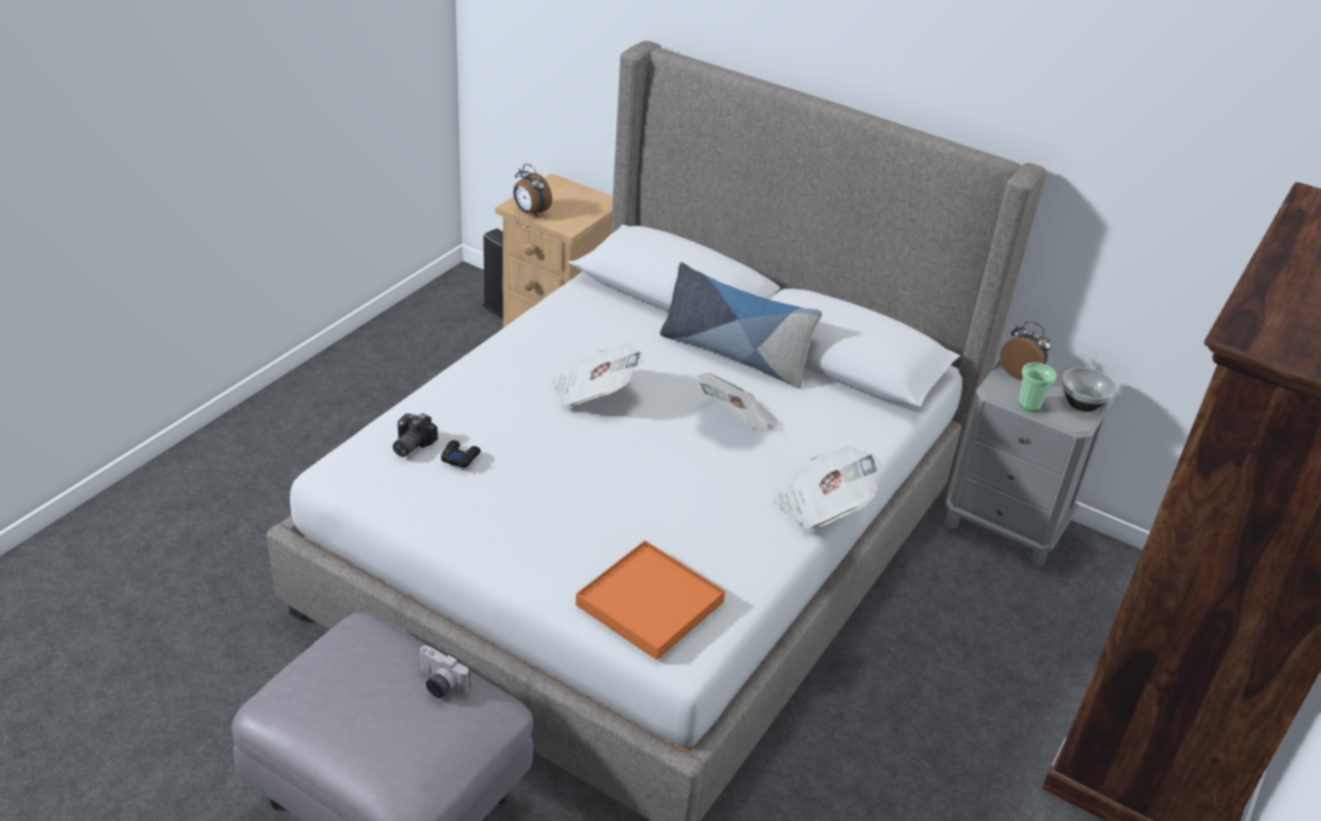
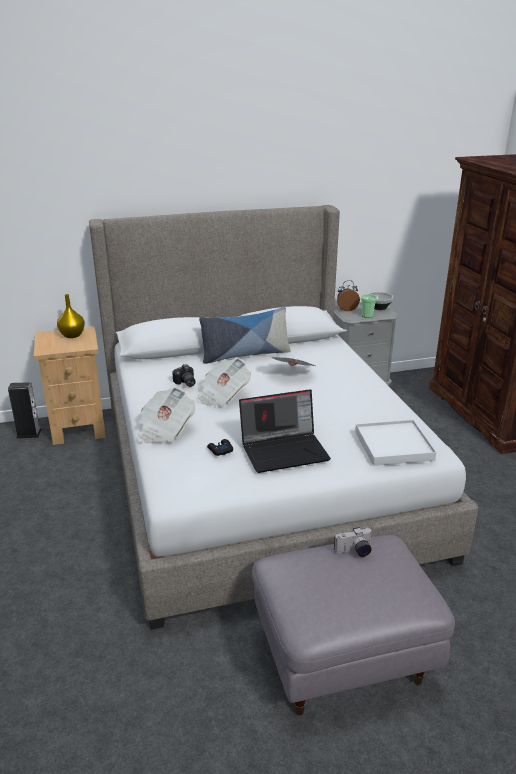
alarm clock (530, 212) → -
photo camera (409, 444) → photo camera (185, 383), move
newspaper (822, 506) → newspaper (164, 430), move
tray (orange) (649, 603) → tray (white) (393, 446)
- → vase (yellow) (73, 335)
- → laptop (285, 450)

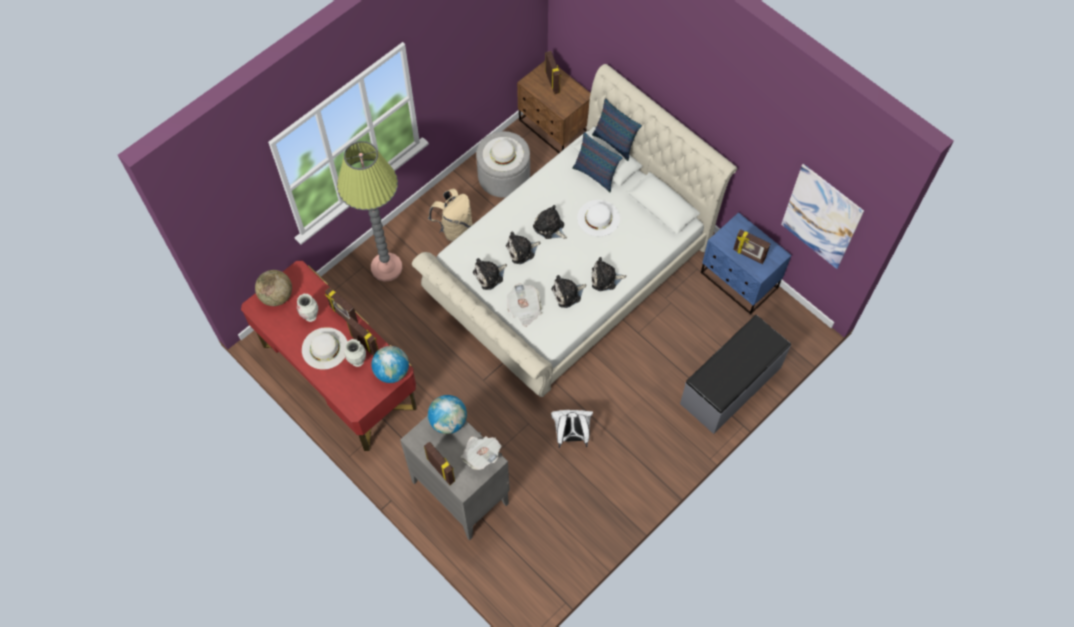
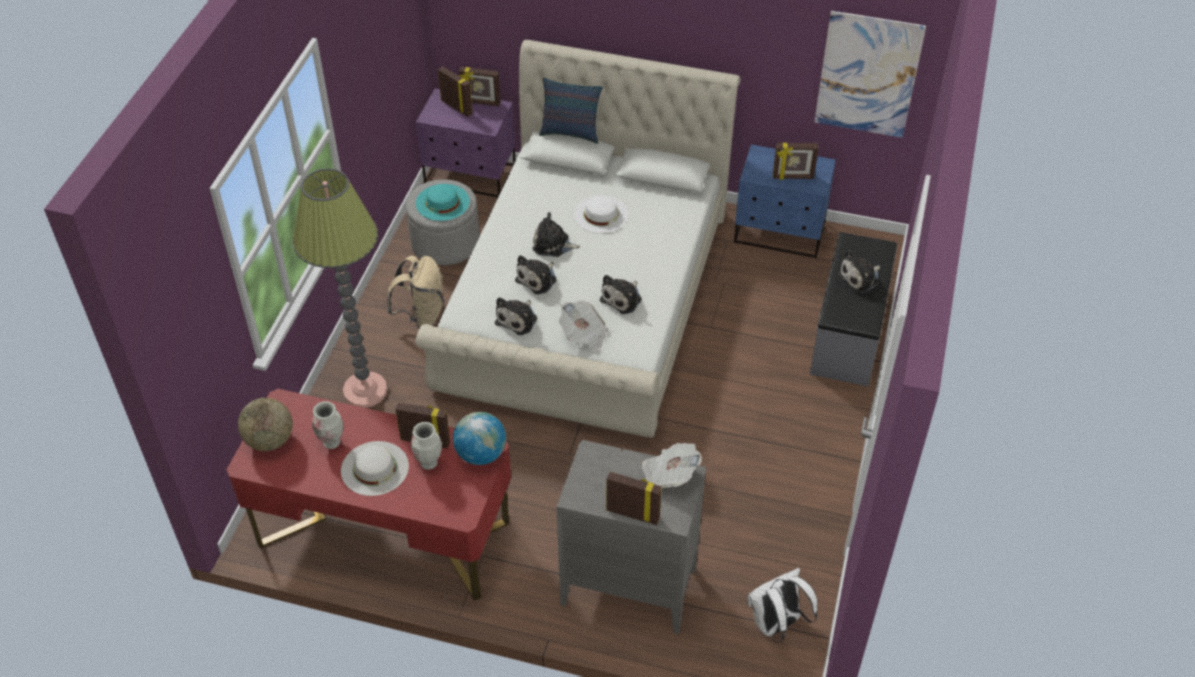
nightstand (brown) (554, 128) → nightstand (purple) (470, 175)
pillow (blue) (595, 175) → -
hat (white) (503, 154) → hat (turquoise) (442, 202)
plush toy (605, 278) → plush toy (860, 278), move
picture frame (343, 315) → picture frame (481, 102), move
globe (448, 421) → -
backpack (white) (571, 436) → backpack (white) (776, 625), move

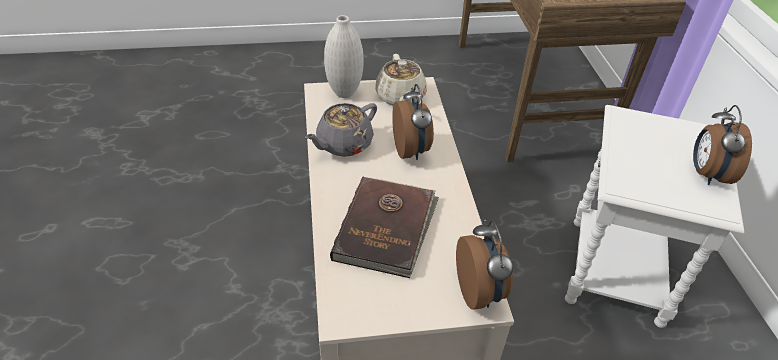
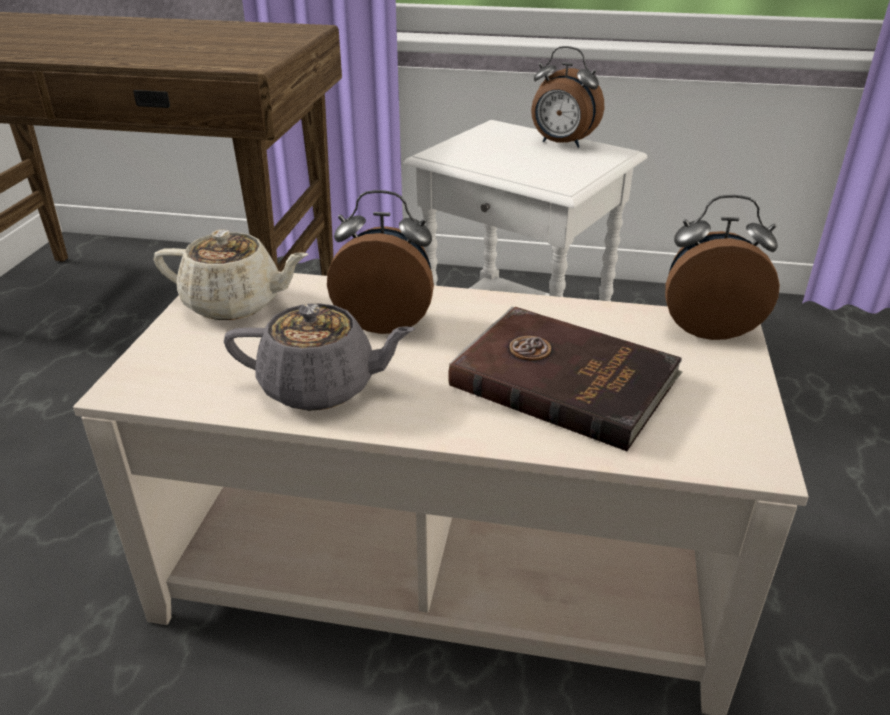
vase (white) (344, 93) → -
teapot (grey) (343, 144) → teapot (grey) (321, 387), 60 degrees counterclockwise

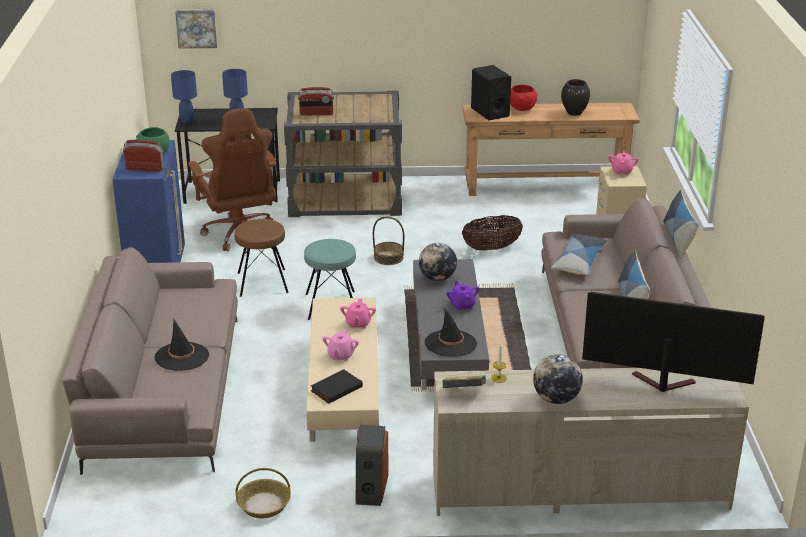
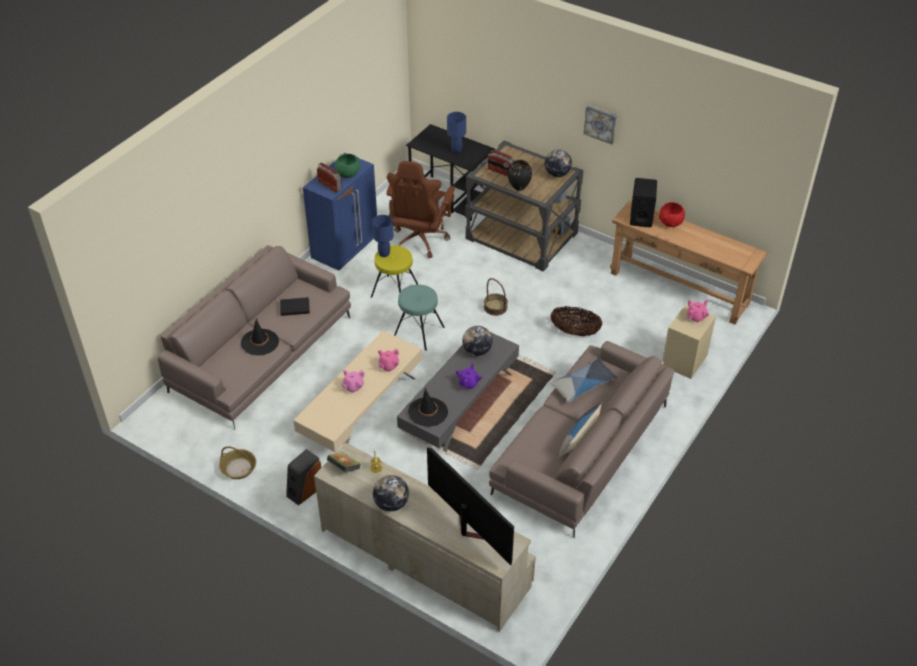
picture (196, 28) → picture (601, 123), move
table lamp (blue) (187, 121) → table lamp (blue) (384, 254), move
vase (black) (574, 113) → vase (black) (519, 187), move
pillow (678, 239) → -
stool (brown) (262, 282) → stool (yellow) (395, 291)
book (black) (336, 388) → book (black) (295, 307), move
- → globe (557, 174)

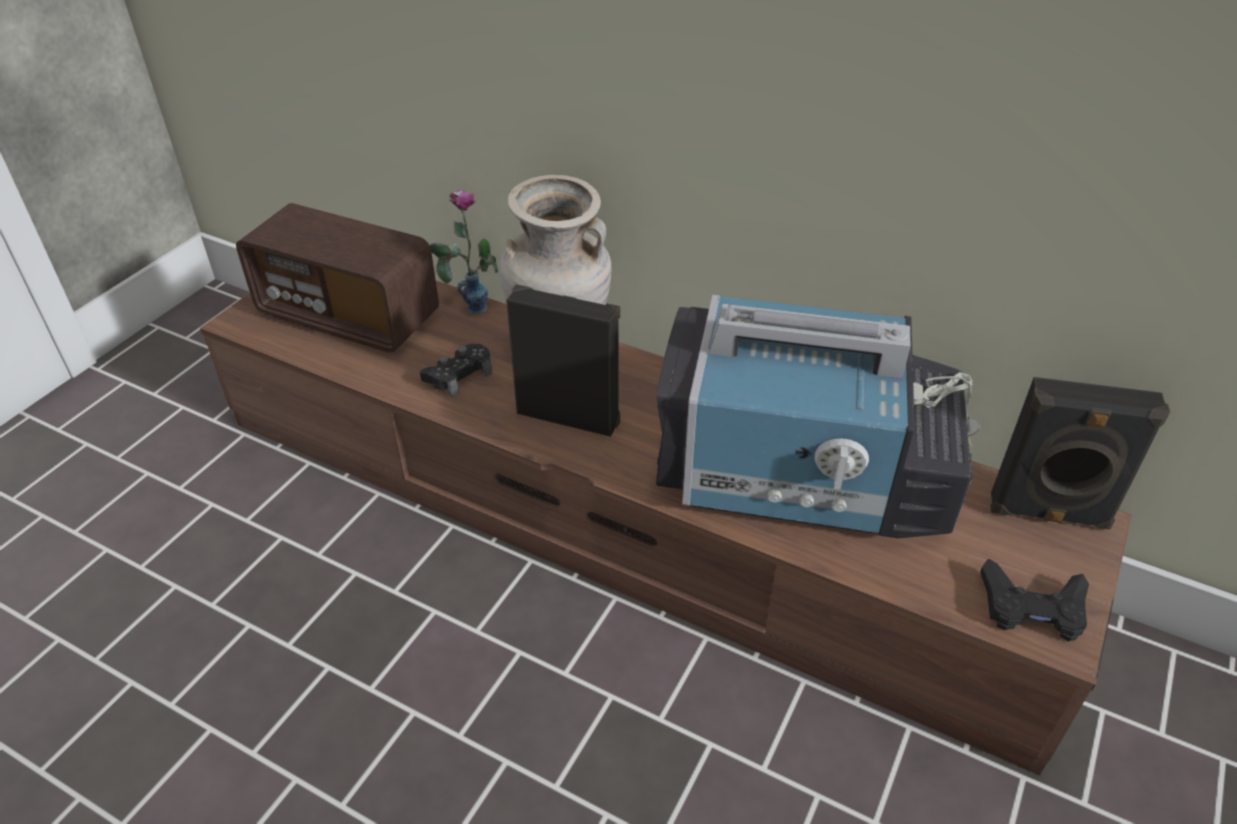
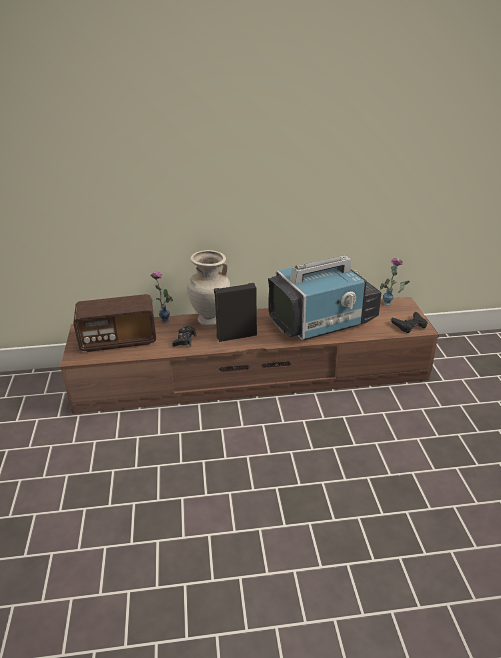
speaker (black) (1049, 514) → vase (392, 304)

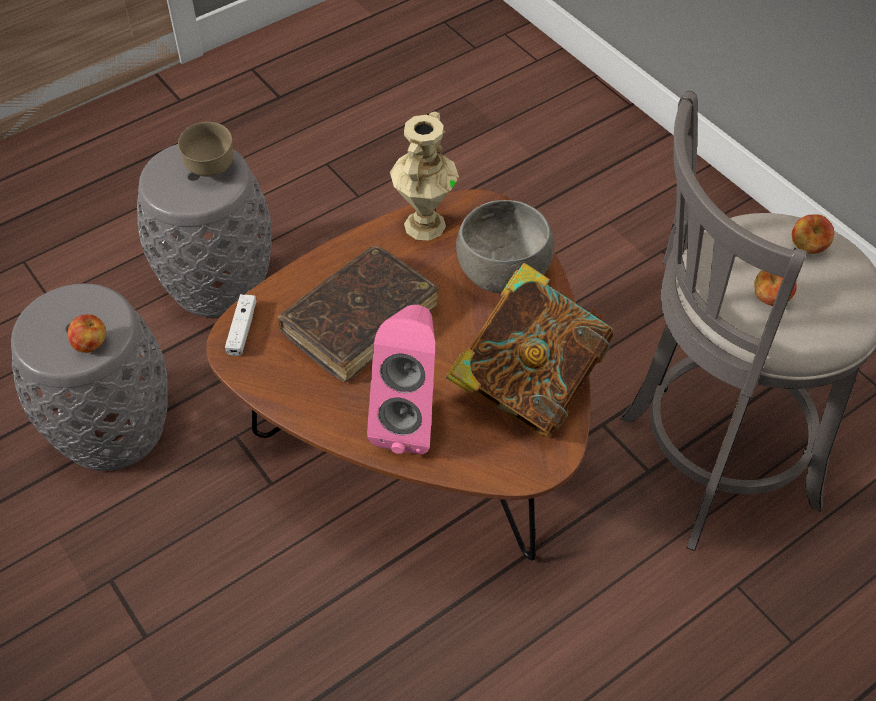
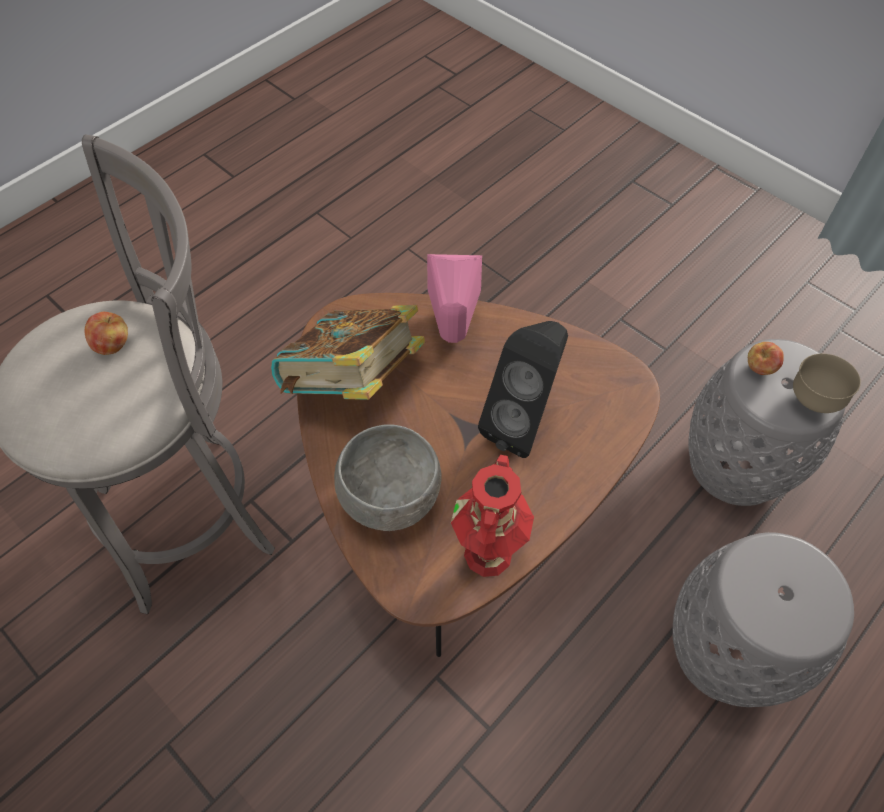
vase (beige) (424, 224) → vase (red) (489, 554)
bowl (brown) (211, 170) → bowl (brown) (813, 400), move
apple (807, 248) → -
book (brown) (360, 321) → speaker (black) (523, 422)
game controller (white) (242, 329) → -

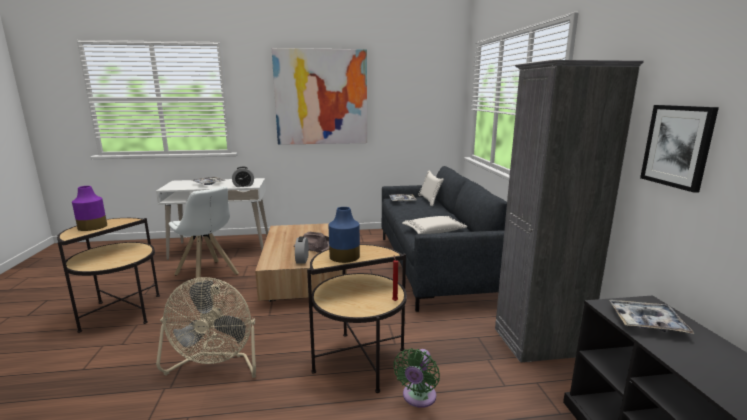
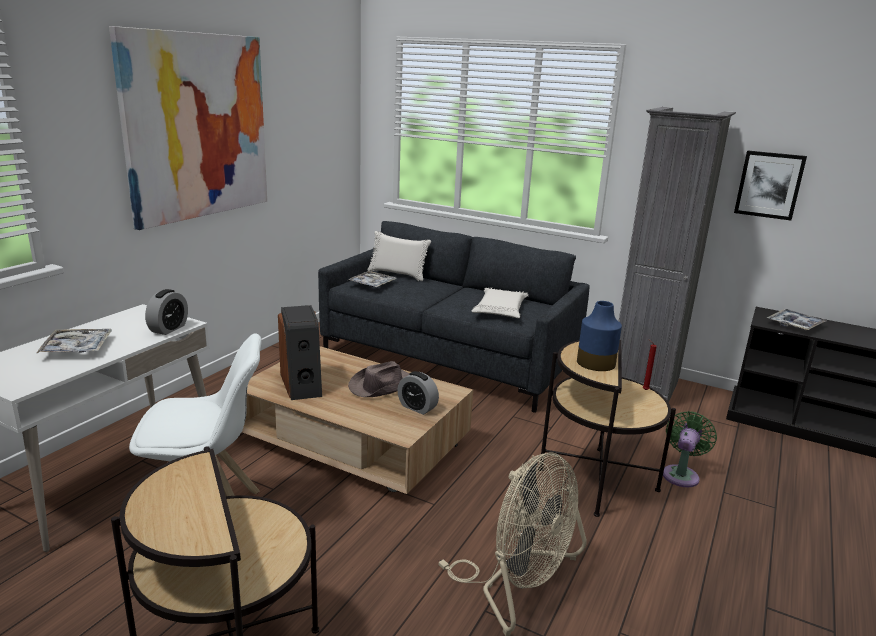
vase (purple) (93, 226) → -
fan (green) (418, 398) → fan (green) (681, 474), 120 degrees counterclockwise
- → speaker (302, 384)

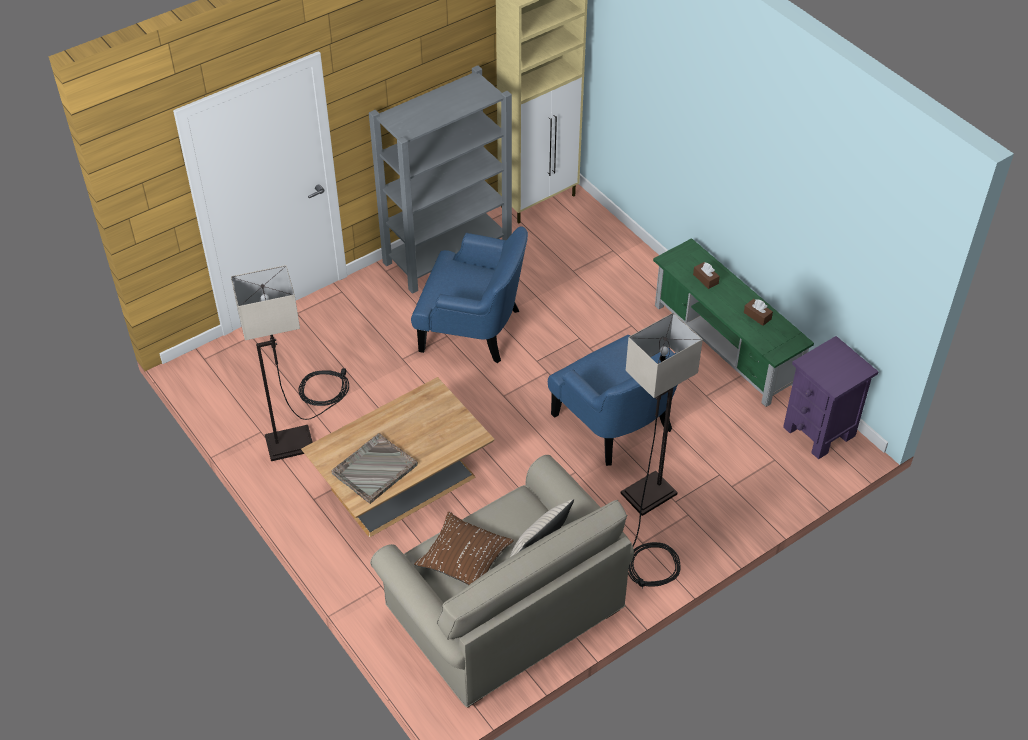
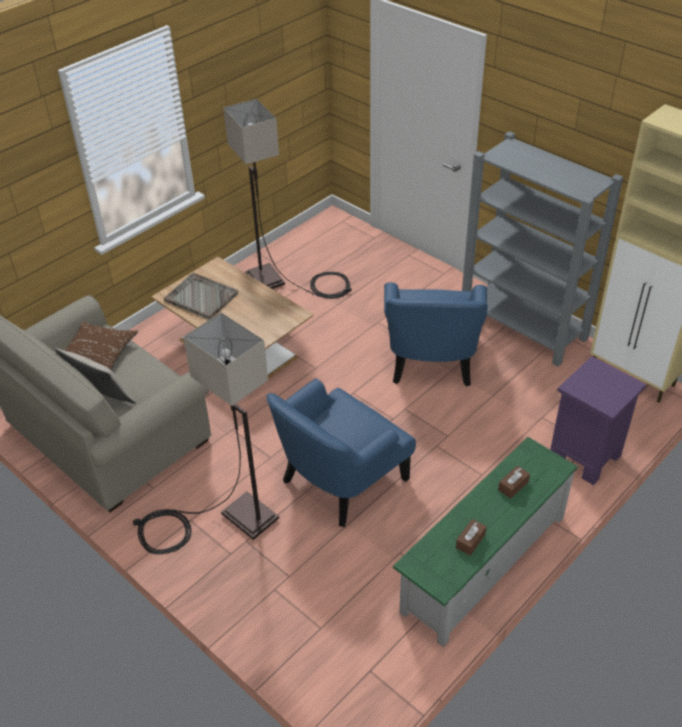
nightstand (purple) (818, 432) → nightstand (purple) (583, 456), move

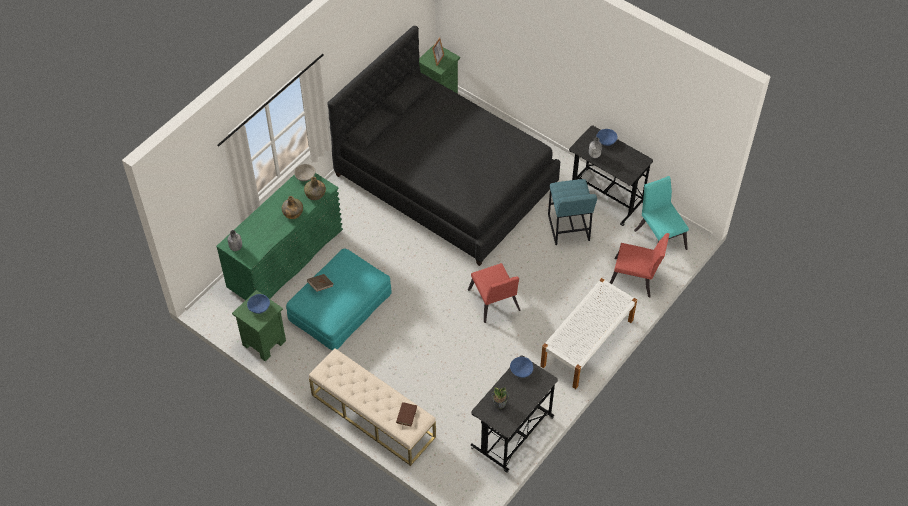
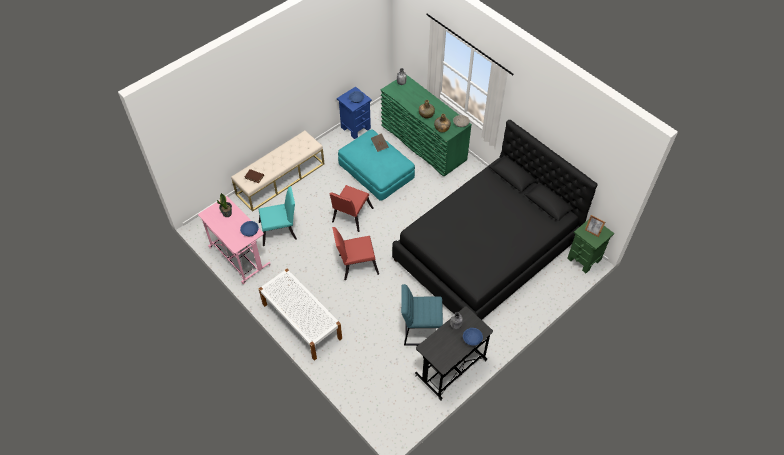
chair (turquoise) (659, 237) → chair (turquoise) (280, 230), move
chair (red) (636, 279) → chair (red) (350, 216), move
nightstand (green) (264, 342) → nightstand (blue) (356, 128)
desk (black) (512, 433) → desk (pink) (239, 256)

